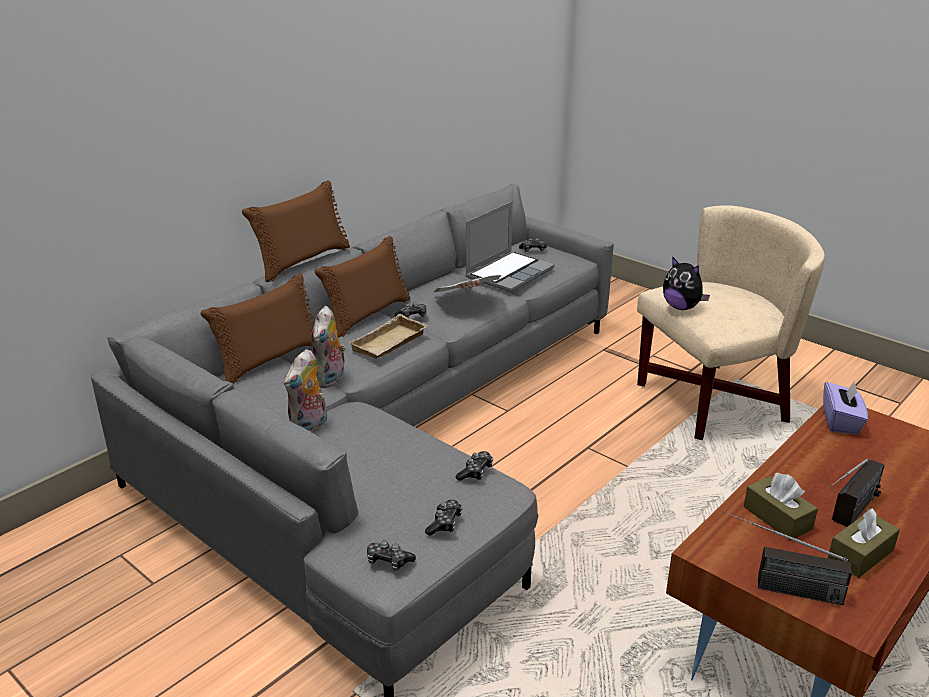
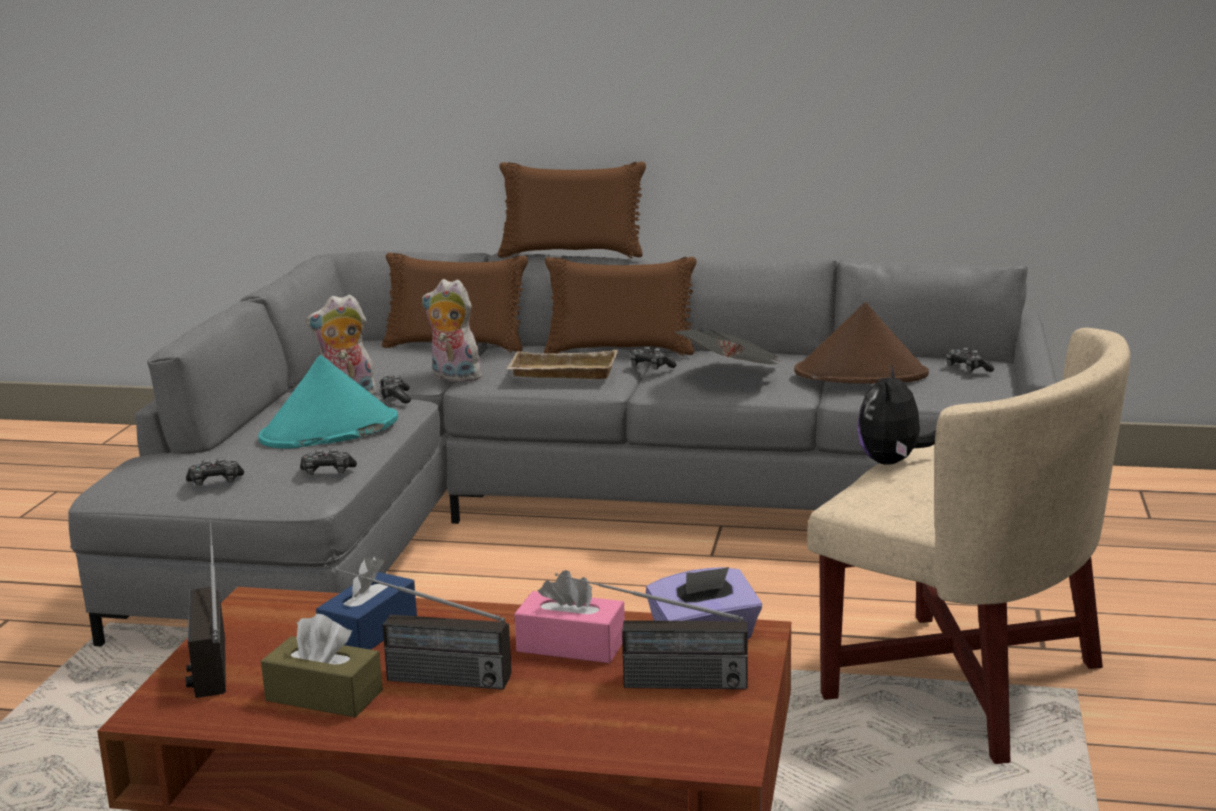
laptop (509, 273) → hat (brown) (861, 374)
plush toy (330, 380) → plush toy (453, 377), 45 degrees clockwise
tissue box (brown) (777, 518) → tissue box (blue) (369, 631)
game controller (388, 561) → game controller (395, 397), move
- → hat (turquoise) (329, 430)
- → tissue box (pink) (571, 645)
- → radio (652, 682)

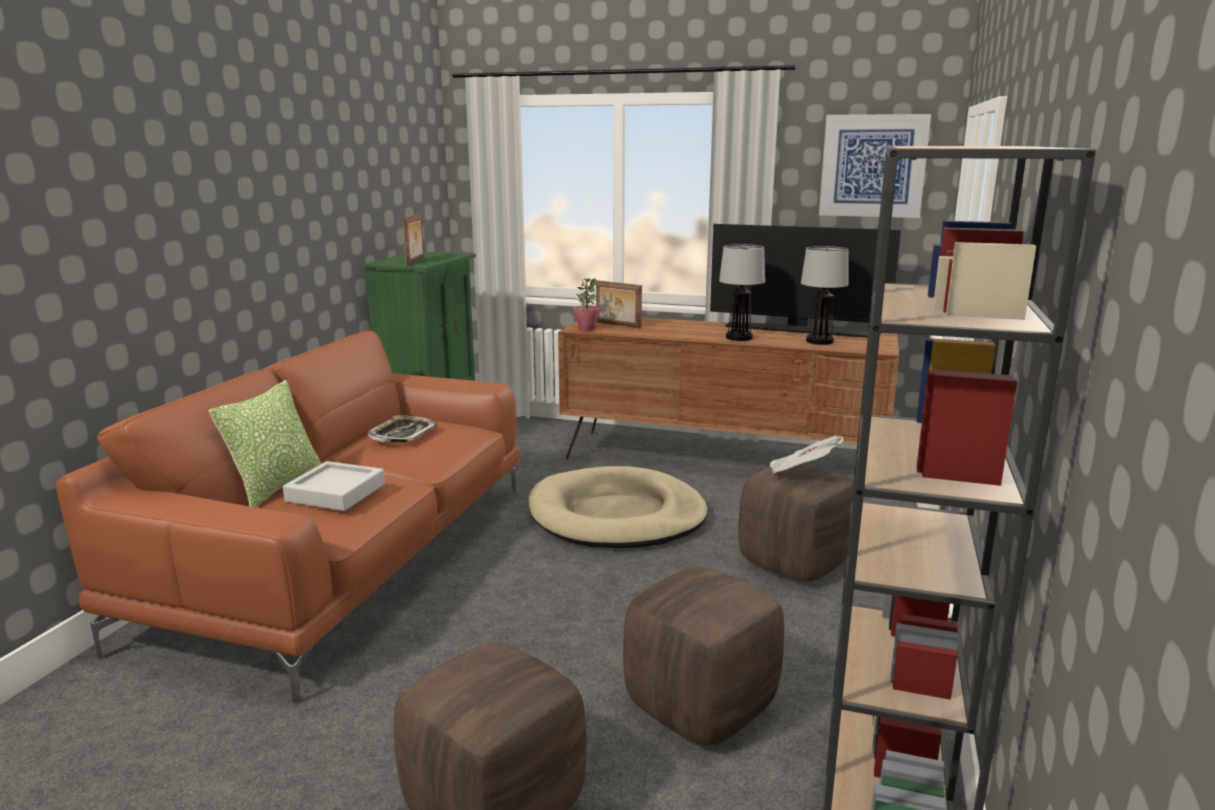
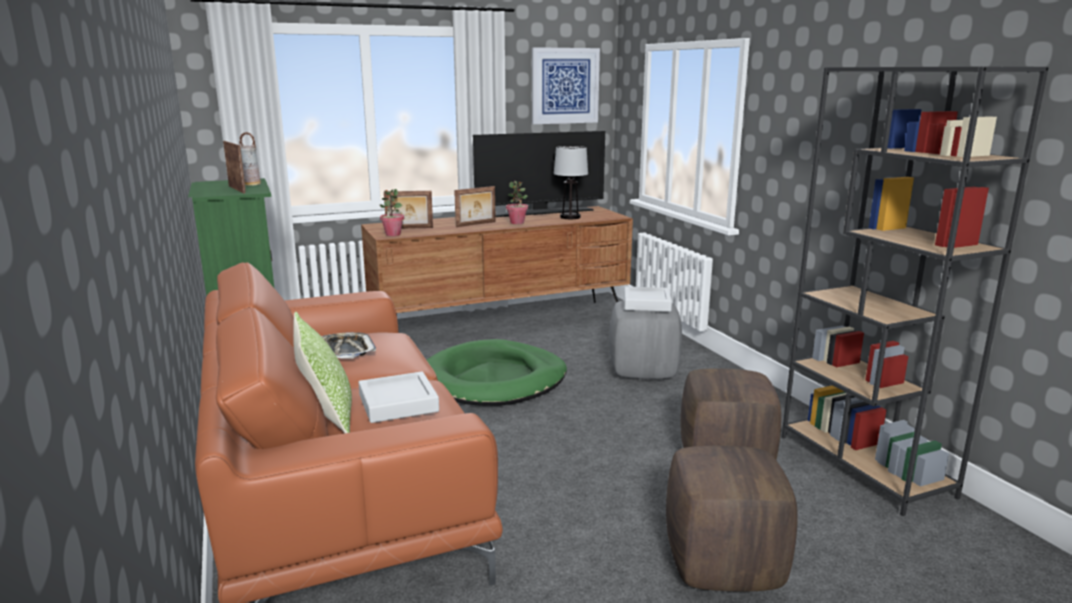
table lamp (739, 338) → potted plant (517, 223)
newspaper (802, 472) → tray (grey) (647, 304)
ottoman (brown) (795, 563) → ottoman (grey) (643, 370)
dog bed (beige) (617, 515) → dog bed (green) (494, 379)
- → vase (252, 184)
- → picture frame (476, 224)

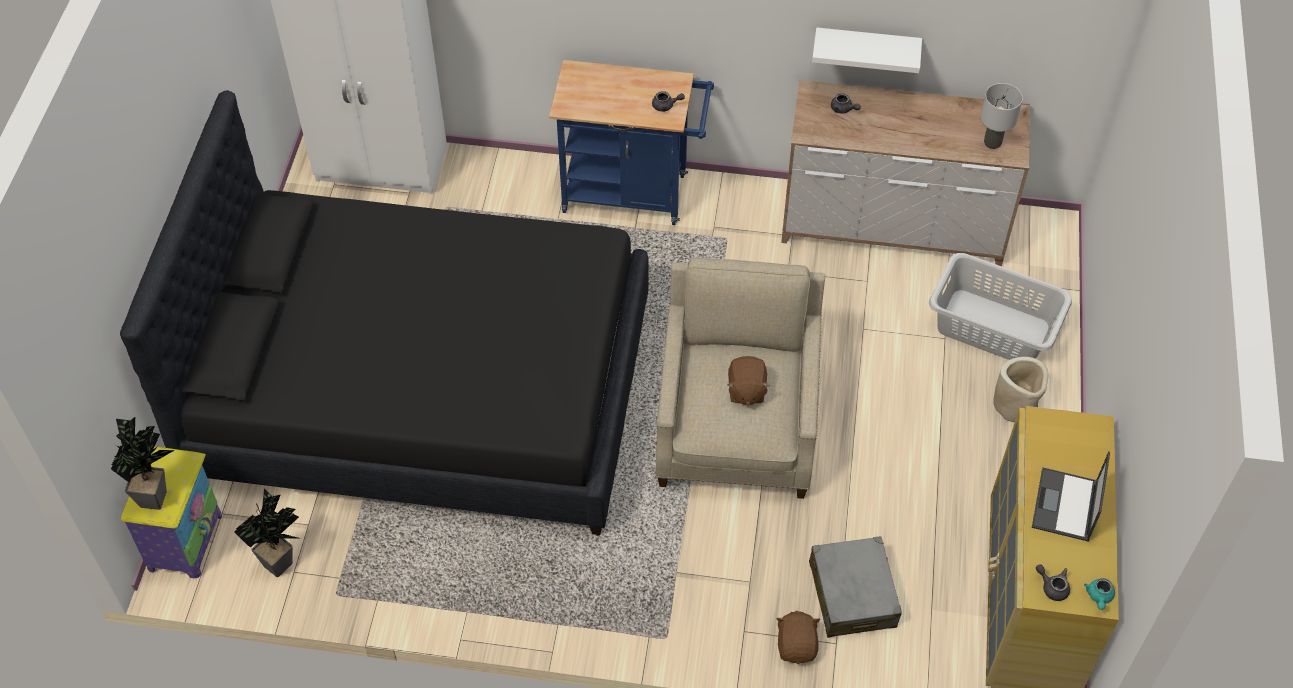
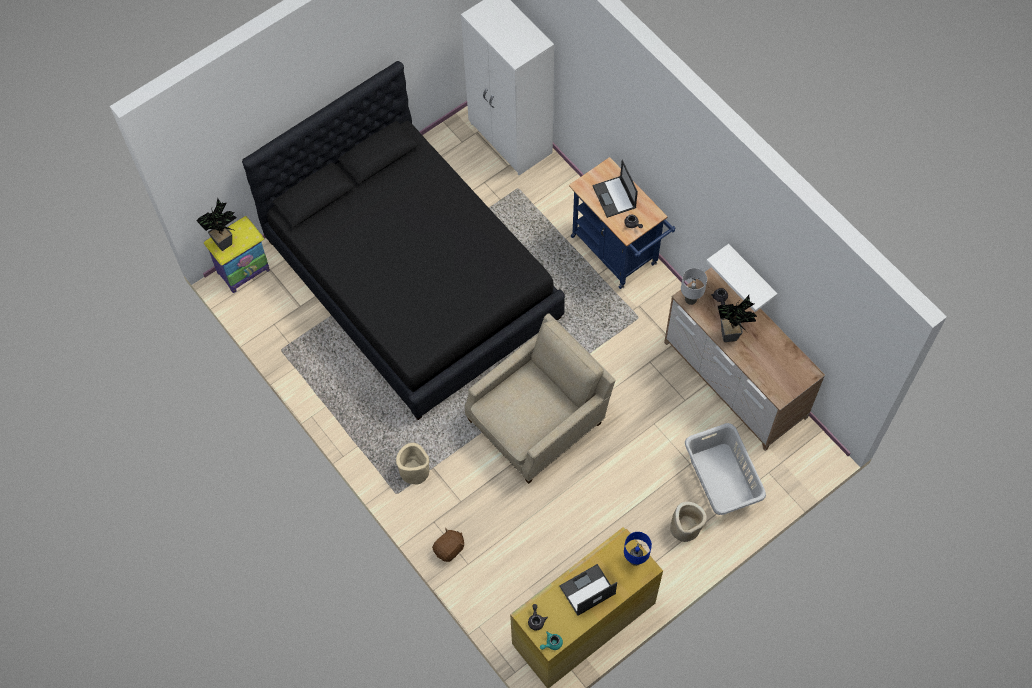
table lamp (white) (993, 143) → table lamp (white) (691, 300), move
plush toy (brown) (746, 390) → -
potted plant (283, 563) → potted plant (732, 336), move
suitcase (grey) (852, 594) → -
- → laptop (614, 197)
- → planter (beige) (415, 471)
- → table lamp (blue) (635, 559)

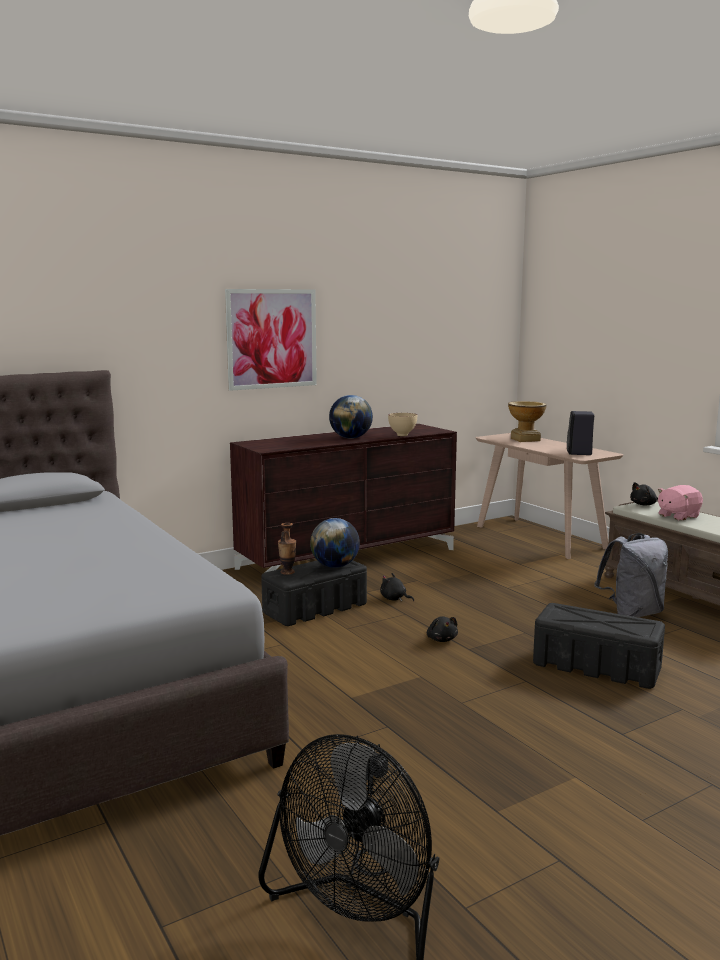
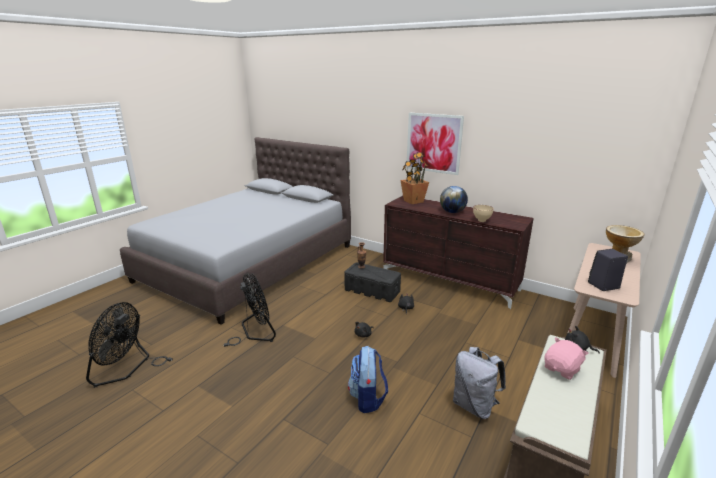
plush toy (pink) (678, 516) → plush toy (pink) (562, 369), 105 degrees clockwise
globe (335, 566) → -
storage box (black) (597, 666) → backpack (368, 398)
- → potted plant (413, 201)
- → fan (black) (253, 330)

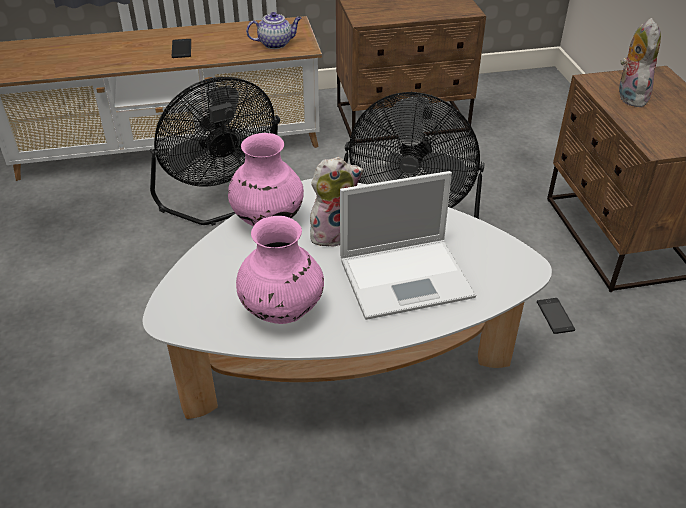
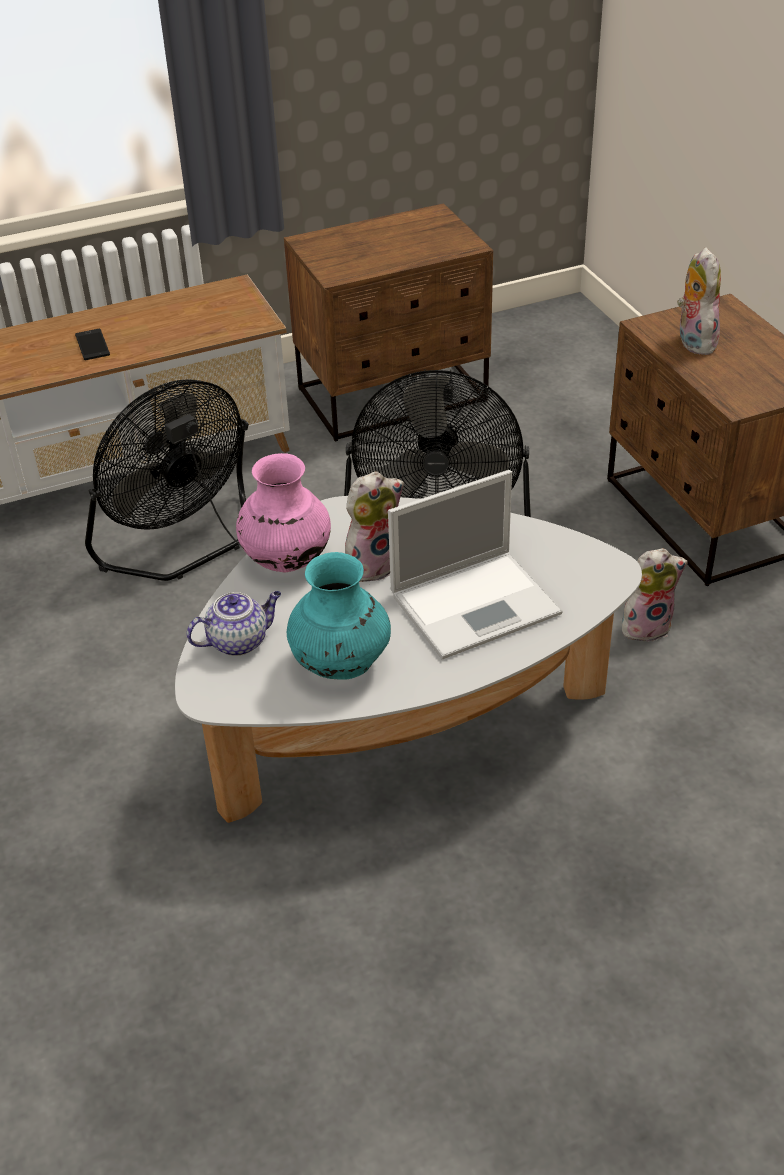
teapot (276, 44) → teapot (239, 641), move
vase (pink) (282, 311) → vase (turquoise) (341, 665)
phone (555, 316) → plush toy (646, 626)

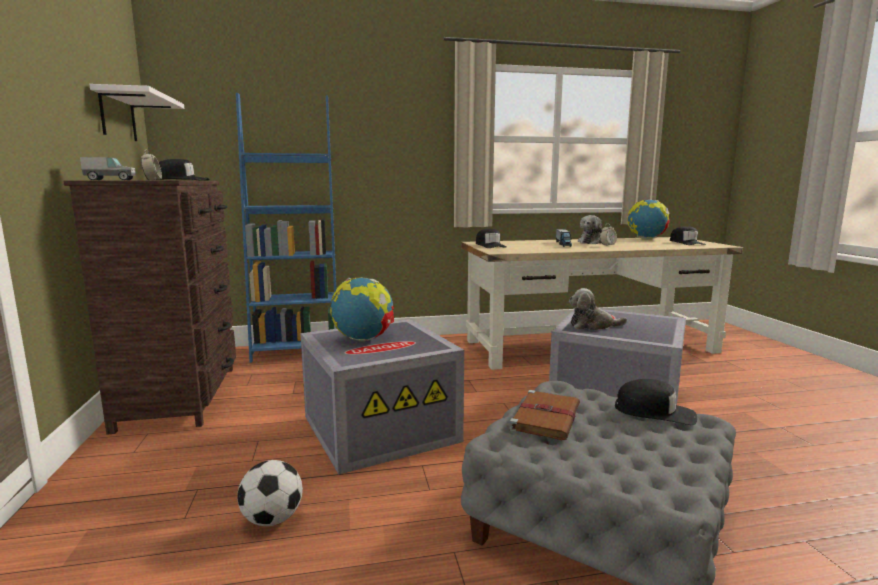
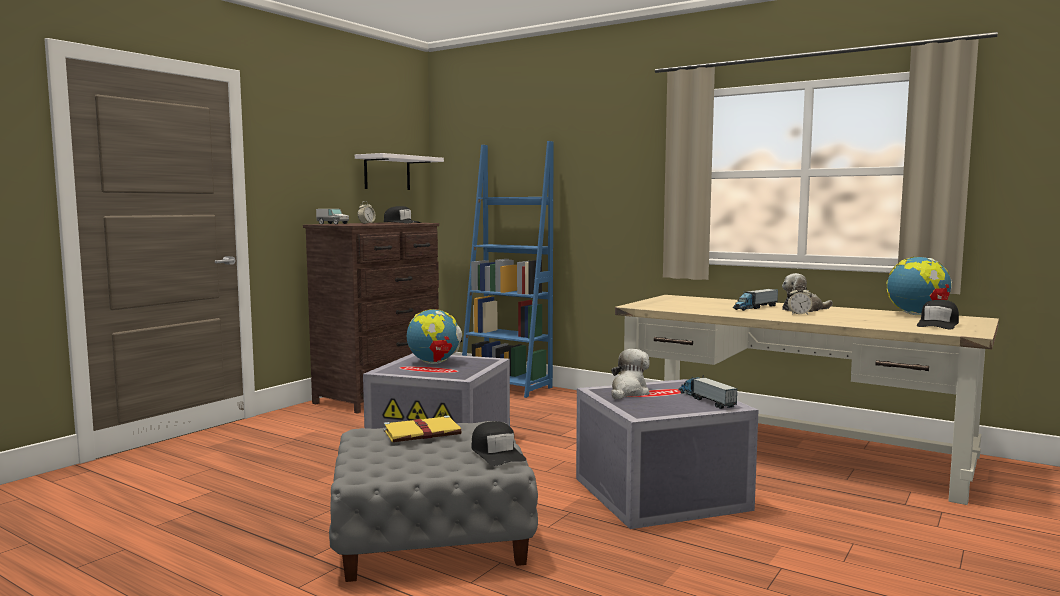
cap (black) (490, 245) → -
plush toy (592, 326) → plush toy (628, 393), 75 degrees clockwise
book (brown) (546, 417) → book (yellow) (423, 433)
football (272, 519) → -
- → toy truck (706, 400)

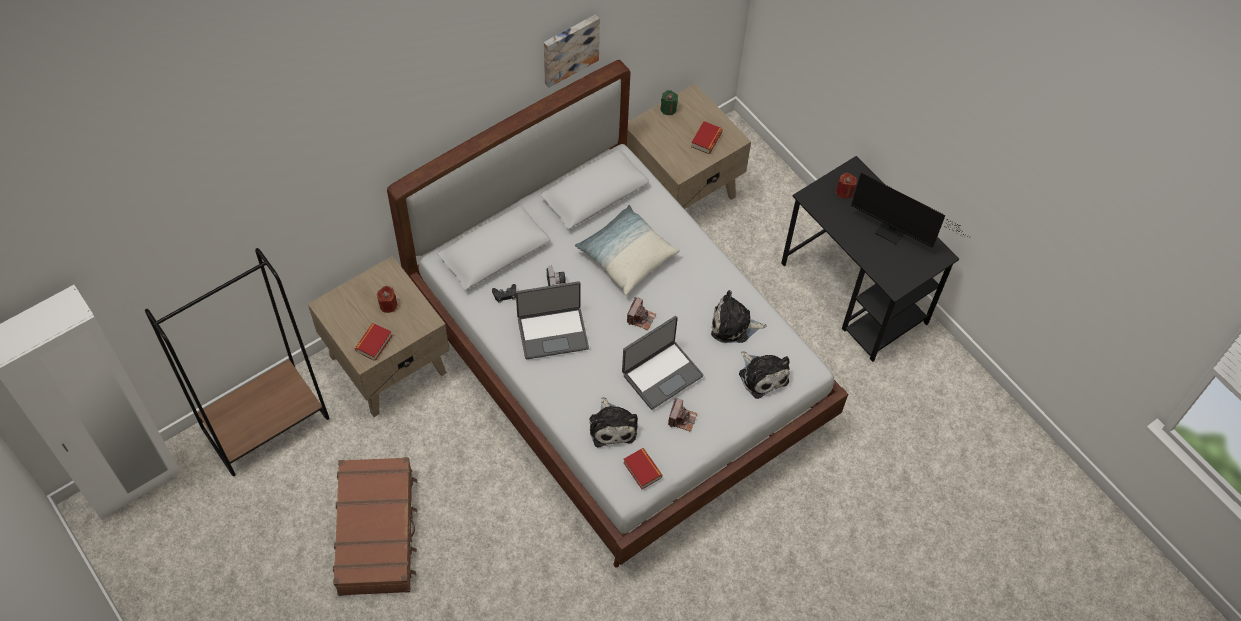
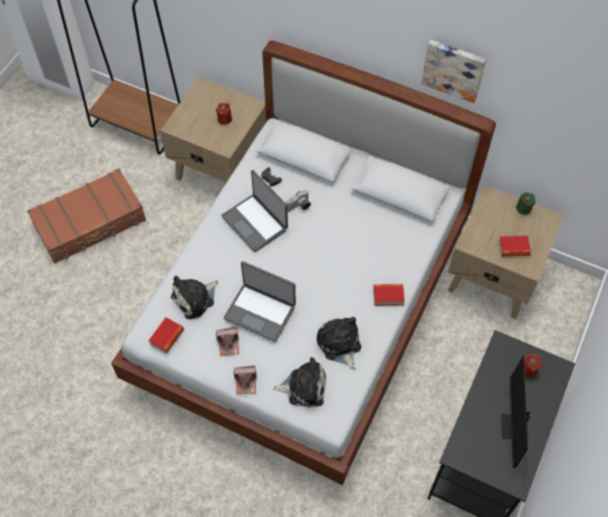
pillow (626, 257) → -
photo camera (641, 318) → photo camera (246, 383), move
book (374, 343) → book (388, 296), move
plush toy (762, 375) → plush toy (304, 387), 120 degrees counterclockwise

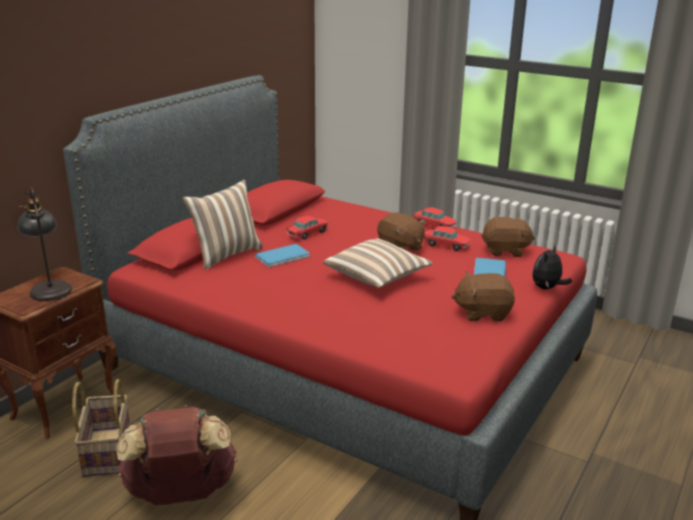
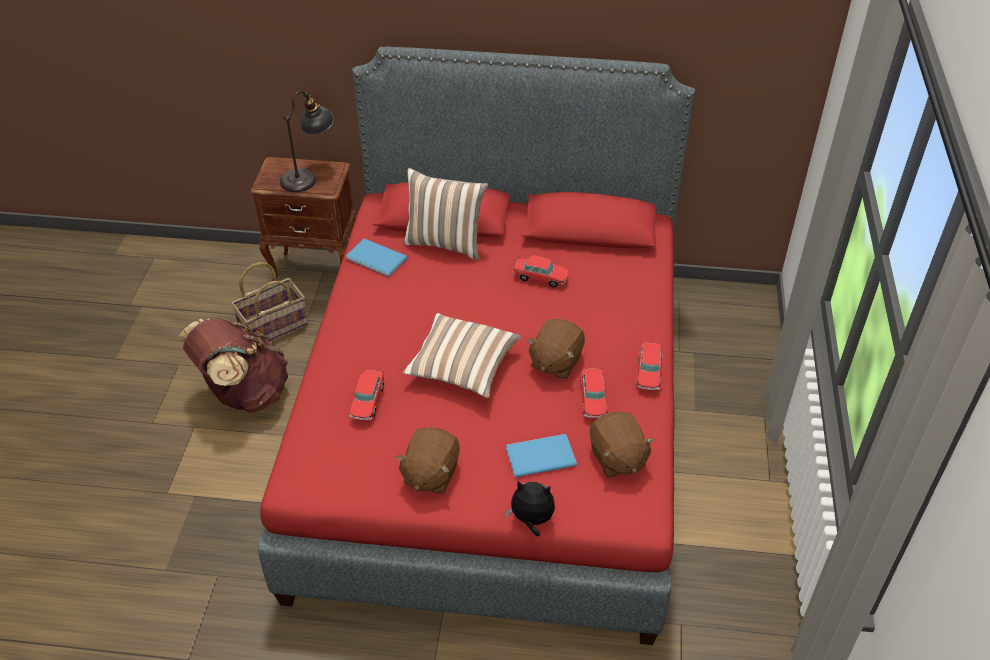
book (blue) (284, 256) → book (blue) (377, 259), move
plush toy (brown) (482, 313) → plush toy (brown) (430, 474), 135 degrees counterclockwise
- → toy car (367, 401)

